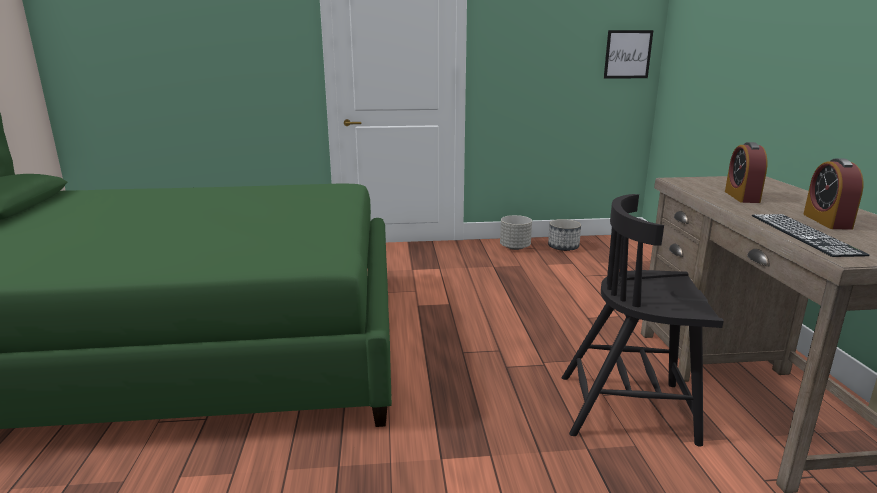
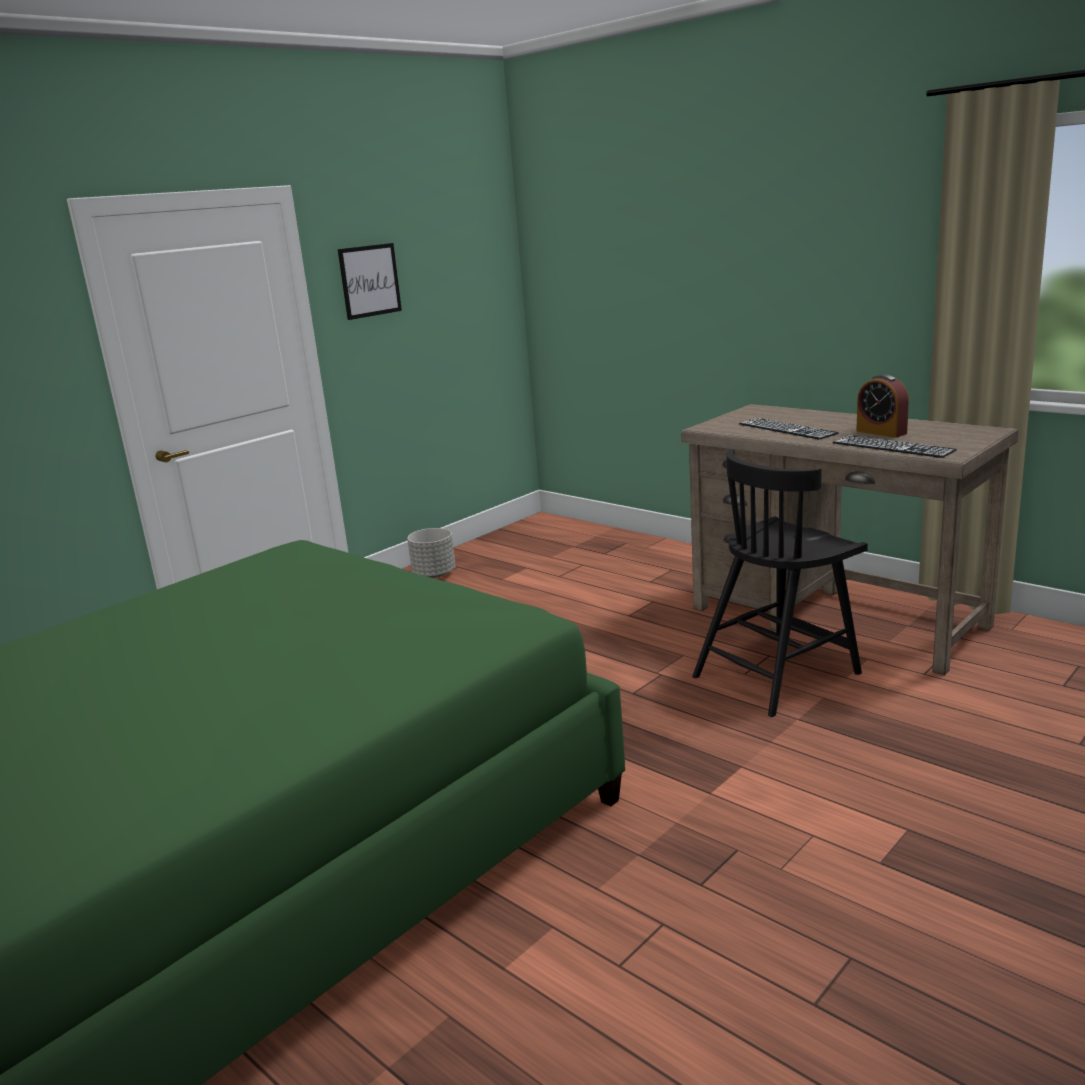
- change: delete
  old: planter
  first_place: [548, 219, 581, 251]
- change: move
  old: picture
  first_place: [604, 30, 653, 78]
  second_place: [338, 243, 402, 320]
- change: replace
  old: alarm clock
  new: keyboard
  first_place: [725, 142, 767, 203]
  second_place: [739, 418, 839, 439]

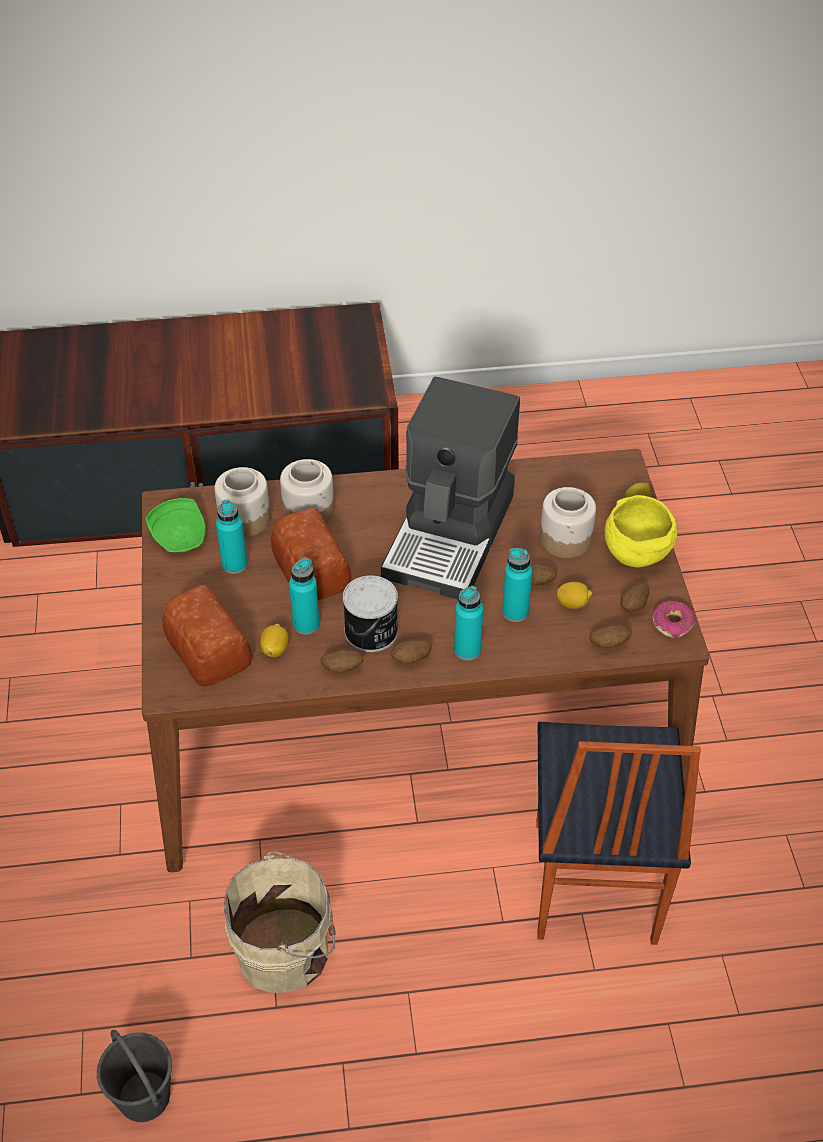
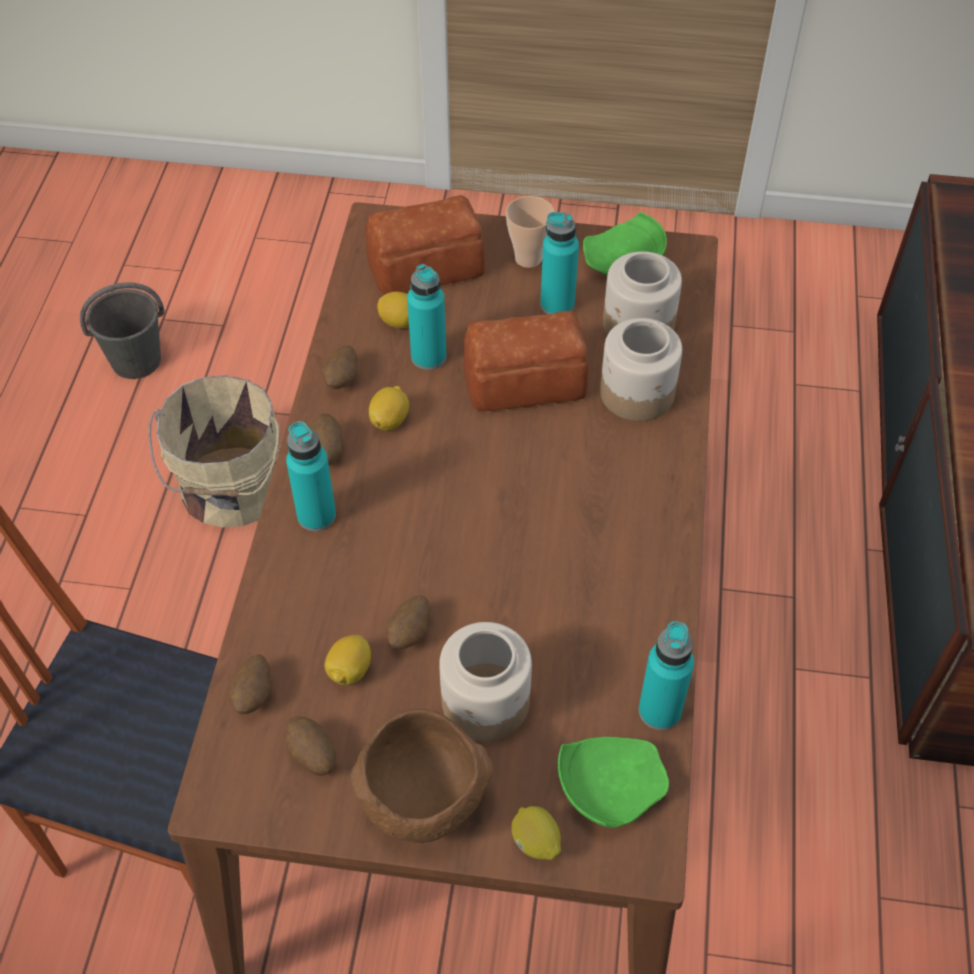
- change: delete
  old: coffee machine
  first_place: [381, 377, 520, 599]
- change: delete
  old: donut
  first_place: [653, 601, 696, 638]
- change: insert
  new: cup
  second_place: [506, 196, 554, 268]
- change: insert
  new: green plate
  second_place: [558, 737, 669, 828]
- change: move
  old: turquoise bottle
  first_place: [502, 548, 532, 622]
  second_place: [639, 621, 694, 730]
- change: replace
  old: can
  new: lemon
  first_place: [343, 575, 398, 652]
  second_place: [369, 386, 409, 431]
- change: recolor
  old: yellow bowl
  new: brown bowl
  first_place: [604, 495, 677, 568]
  second_place: [351, 708, 493, 843]

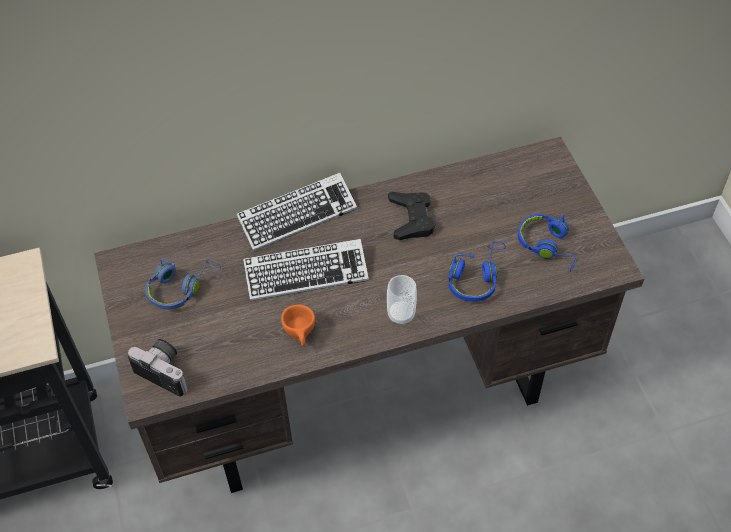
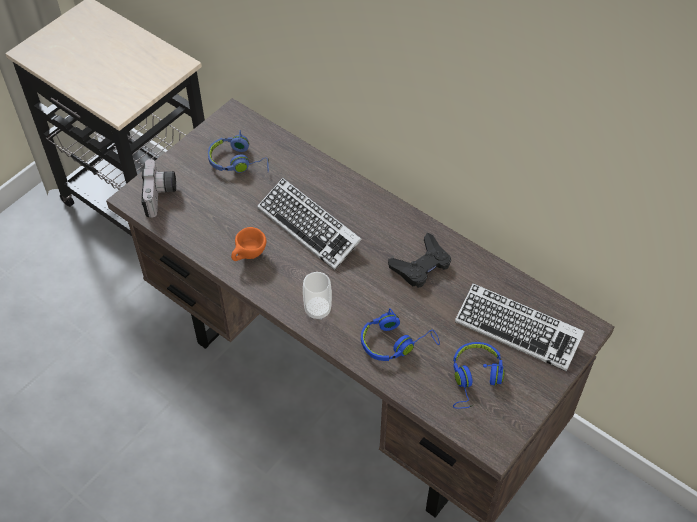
- change: move
  old: keyboard
  first_place: [236, 172, 357, 252]
  second_place: [455, 283, 585, 372]

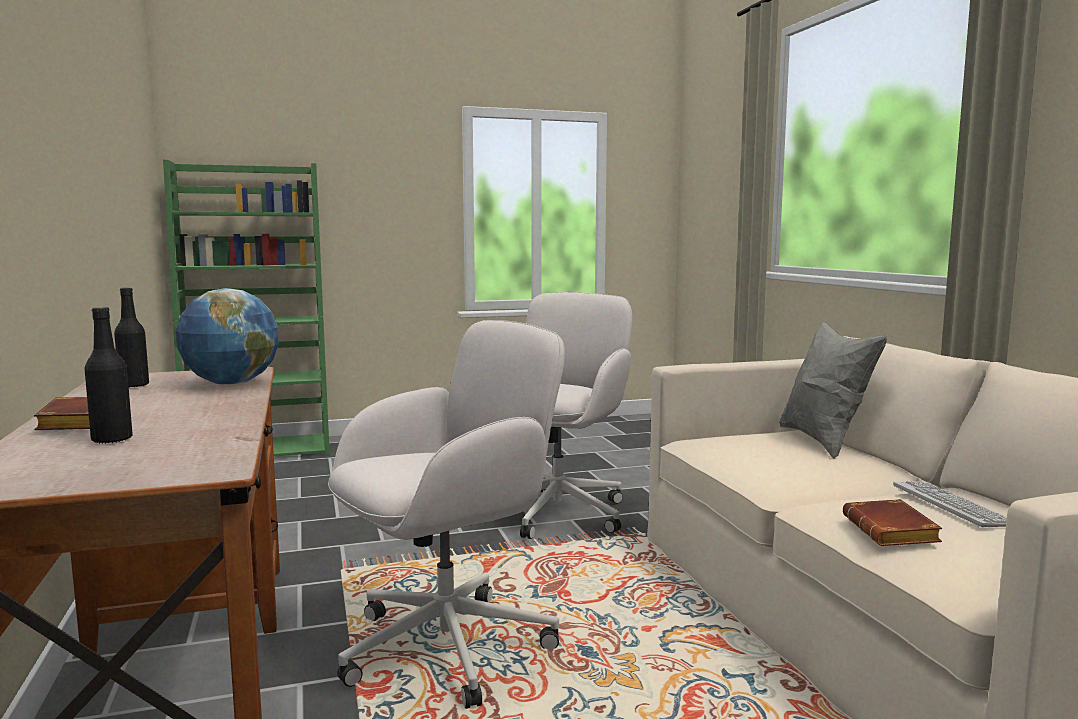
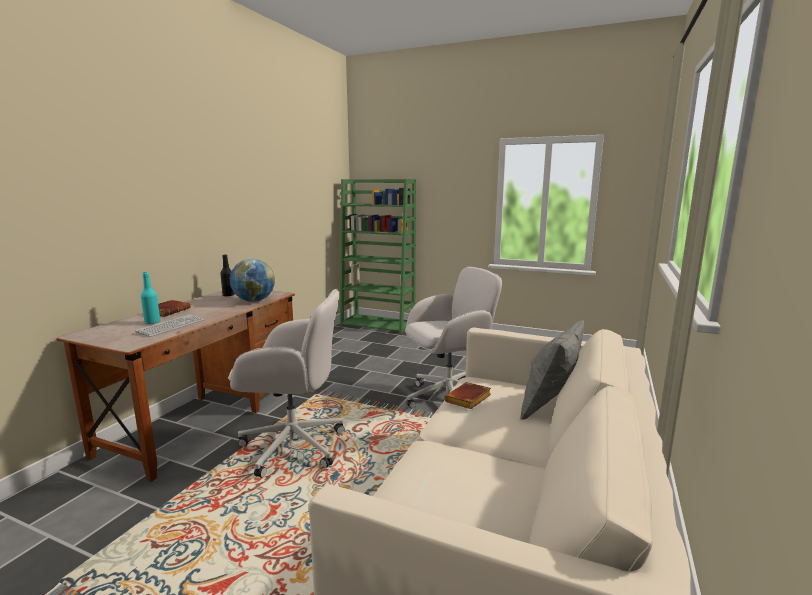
- change: move
  old: brown book
  first_place: [843, 499, 942, 546]
  second_place: [444, 382, 491, 409]
- change: move
  old: keyboard
  first_place: [893, 481, 1007, 528]
  second_place: [135, 315, 204, 337]
- change: recolor
  old: black bottle
  new: turquoise bottle
  first_place: [84, 307, 133, 444]
  second_place: [141, 272, 160, 324]

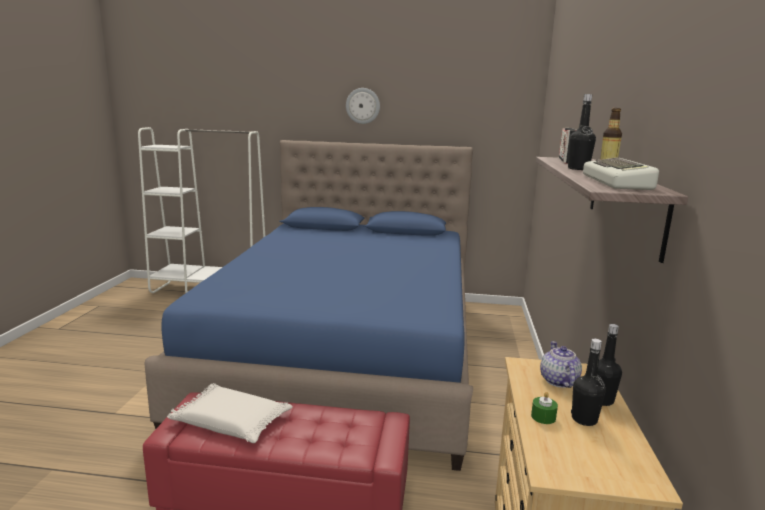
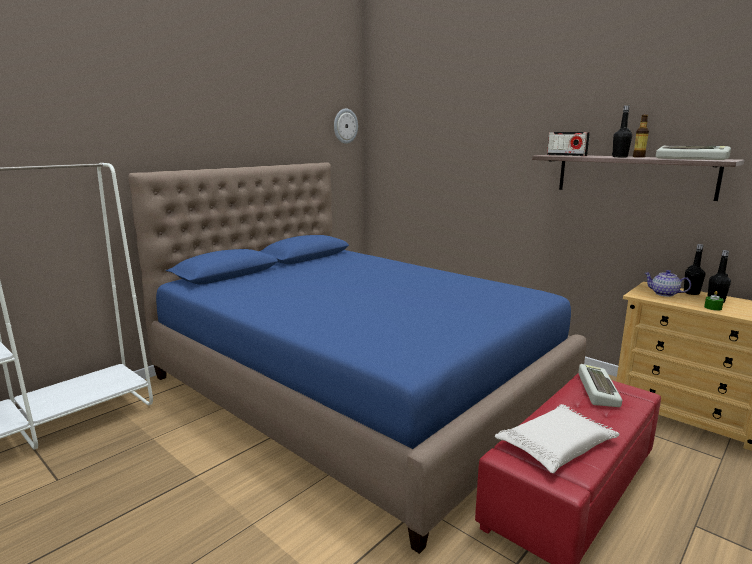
- change: insert
  new: keyboard
  second_place: [578, 364, 622, 407]
- change: move
  old: wall clock
  first_place: [346, 88, 380, 124]
  second_place: [334, 109, 358, 144]

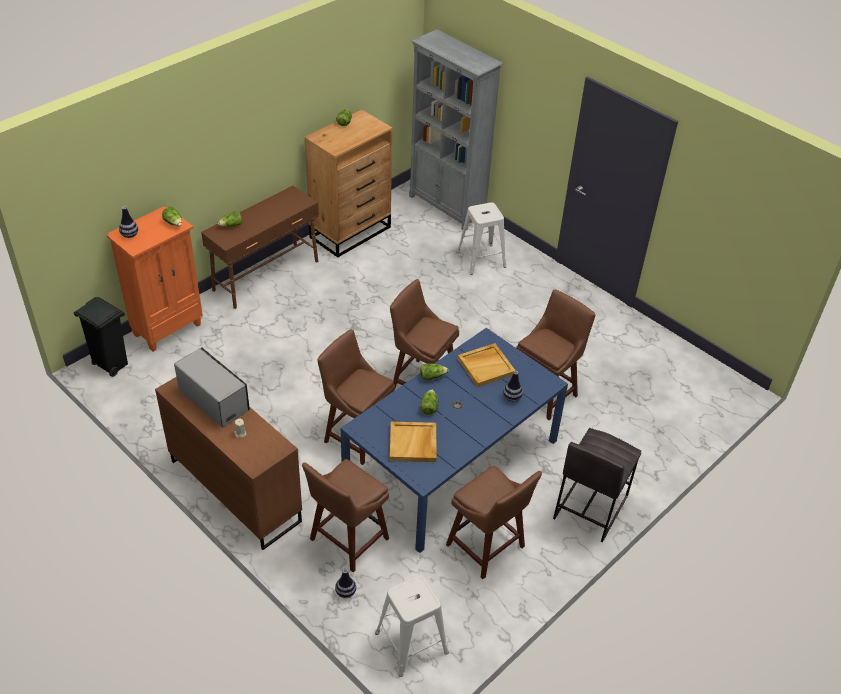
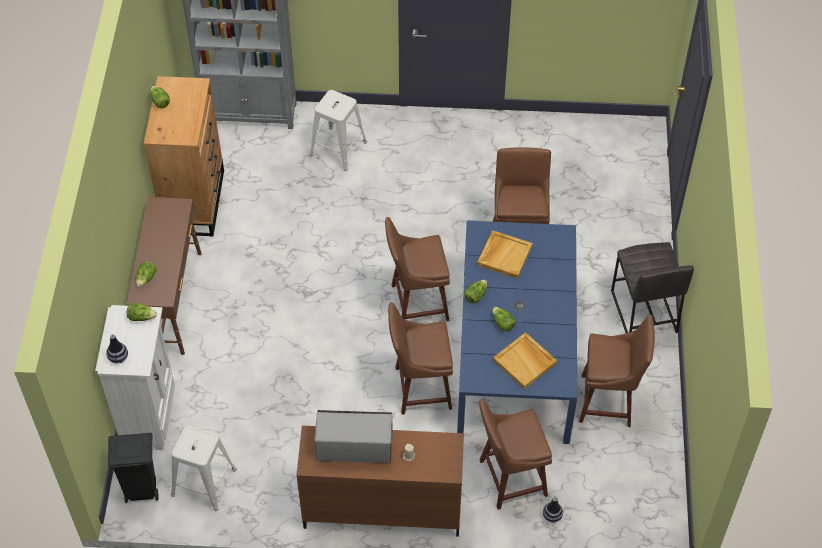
- change: delete
  old: vase
  first_place: [503, 371, 523, 402]
- change: move
  old: white stool
  first_place: [375, 575, 449, 677]
  second_place: [171, 425, 237, 511]
- change: recolor
  old: orange cabinet
  new: white cabinet
  first_place: [107, 206, 203, 352]
  second_place: [95, 305, 175, 450]
- change: rotate
  old: brown chair
  first_place: [302, 459, 389, 572]
  second_place: [479, 399, 552, 510]
  degrees: 75

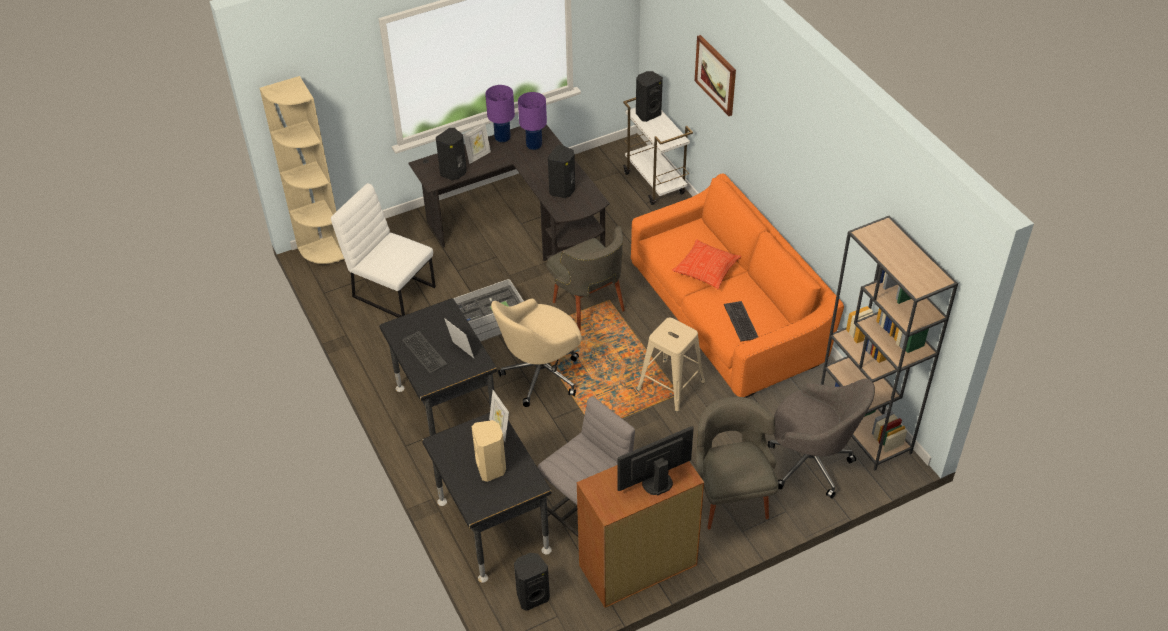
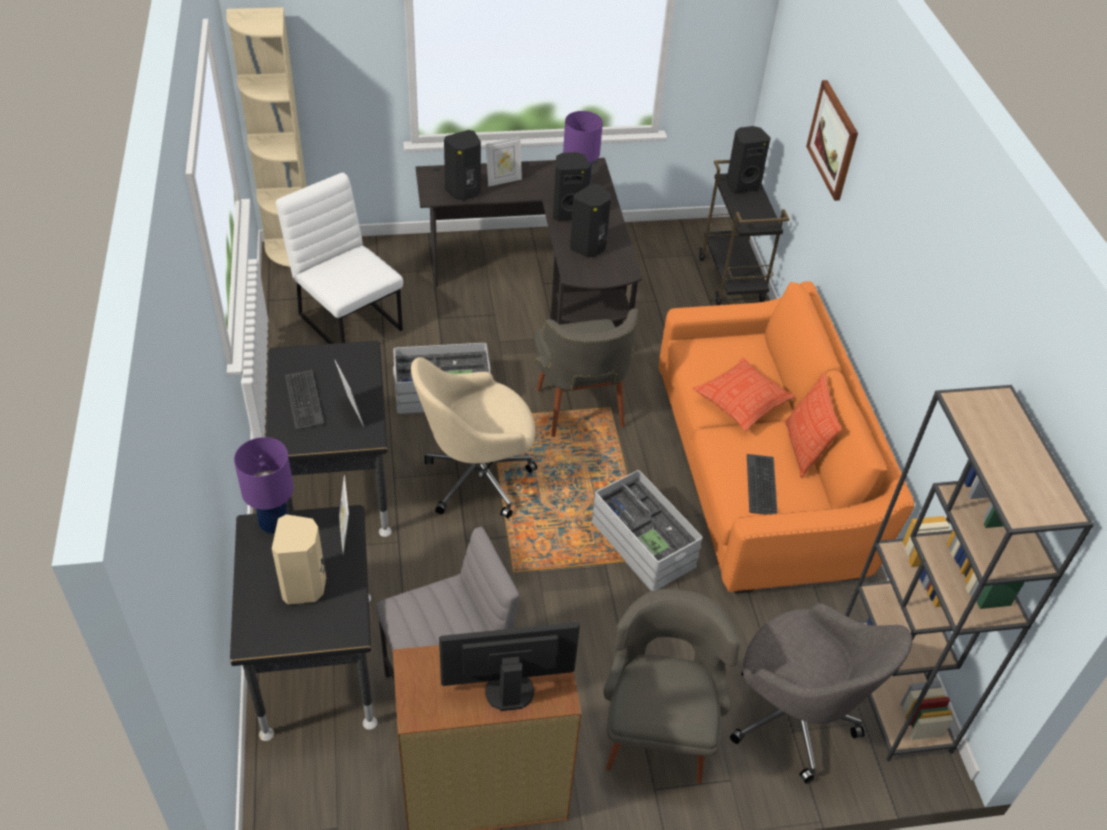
- change: insert
  new: orange pillow
  second_place: [785, 373, 842, 478]
- change: move
  old: purple table lamp
  first_place: [485, 85, 515, 143]
  second_place: [234, 437, 294, 534]
- change: move
  old: black speaker
  first_place: [514, 553, 550, 611]
  second_place: [553, 152, 590, 221]
- change: replace
  old: beige stool
  new: grey storage box
  first_place: [637, 317, 705, 412]
  second_place: [592, 470, 702, 591]
- change: recolor
  old: white cart
  new: black cart
  first_place: [623, 97, 693, 205]
  second_place: [698, 160, 789, 305]

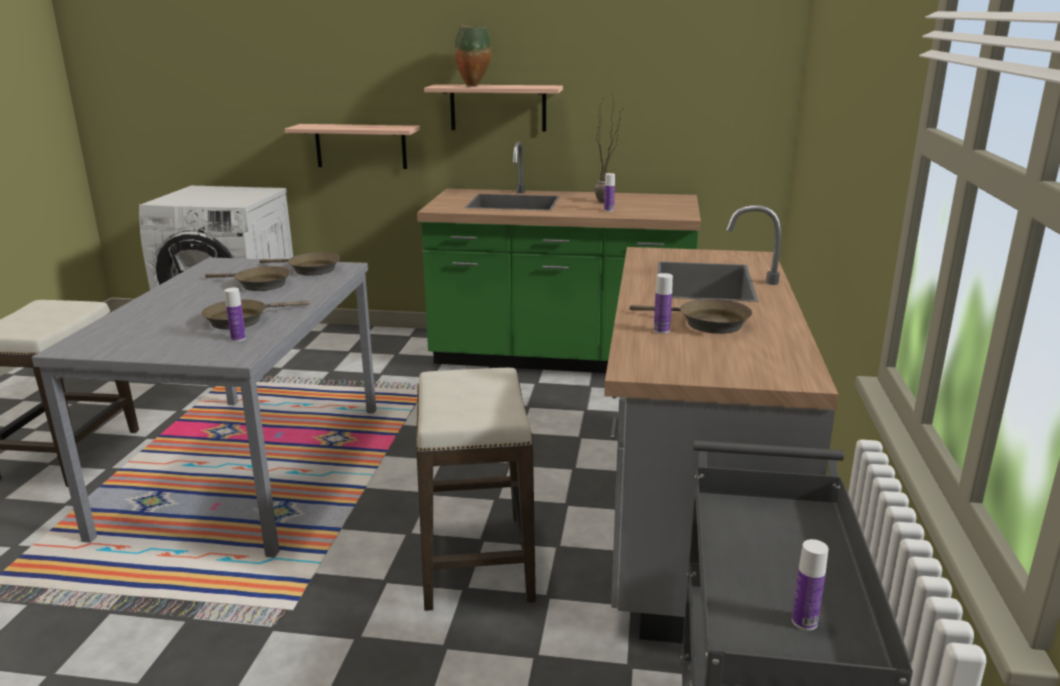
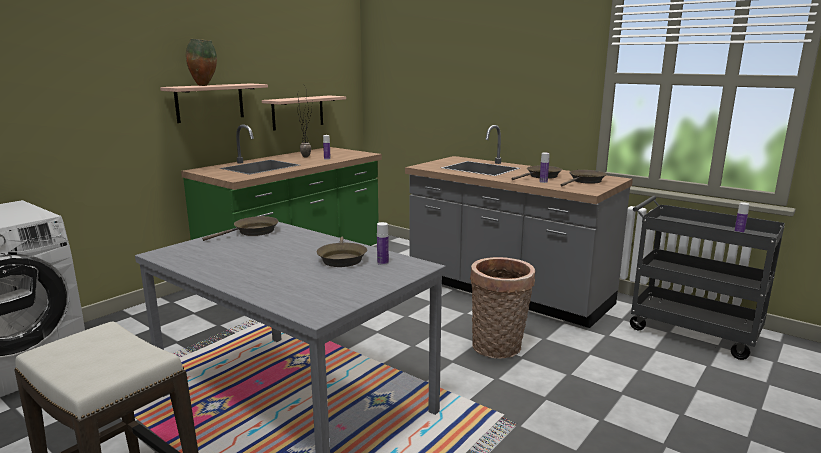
- change: move
  old: brown frying pan
  first_place: [205, 266, 291, 291]
  second_place: [561, 170, 607, 187]
- change: move
  old: shelf
  first_place: [284, 124, 420, 169]
  second_place: [262, 96, 346, 131]
- change: replace
  old: stool
  new: basket
  first_place: [416, 368, 536, 611]
  second_place: [470, 257, 535, 359]

